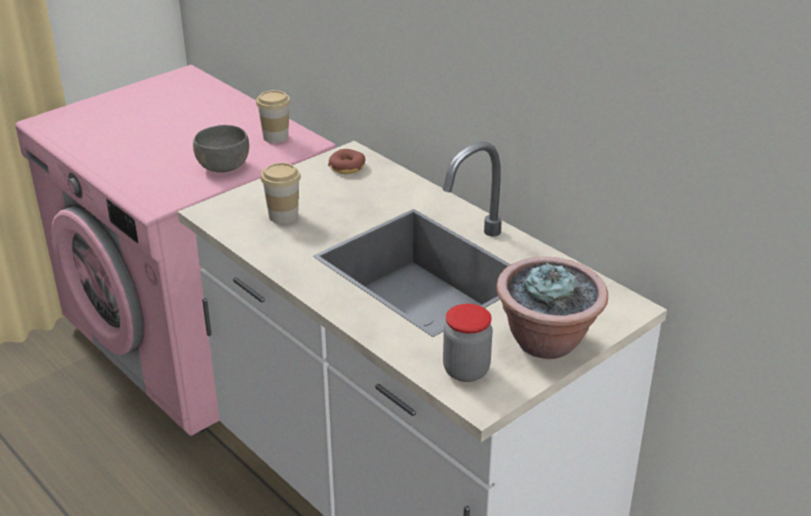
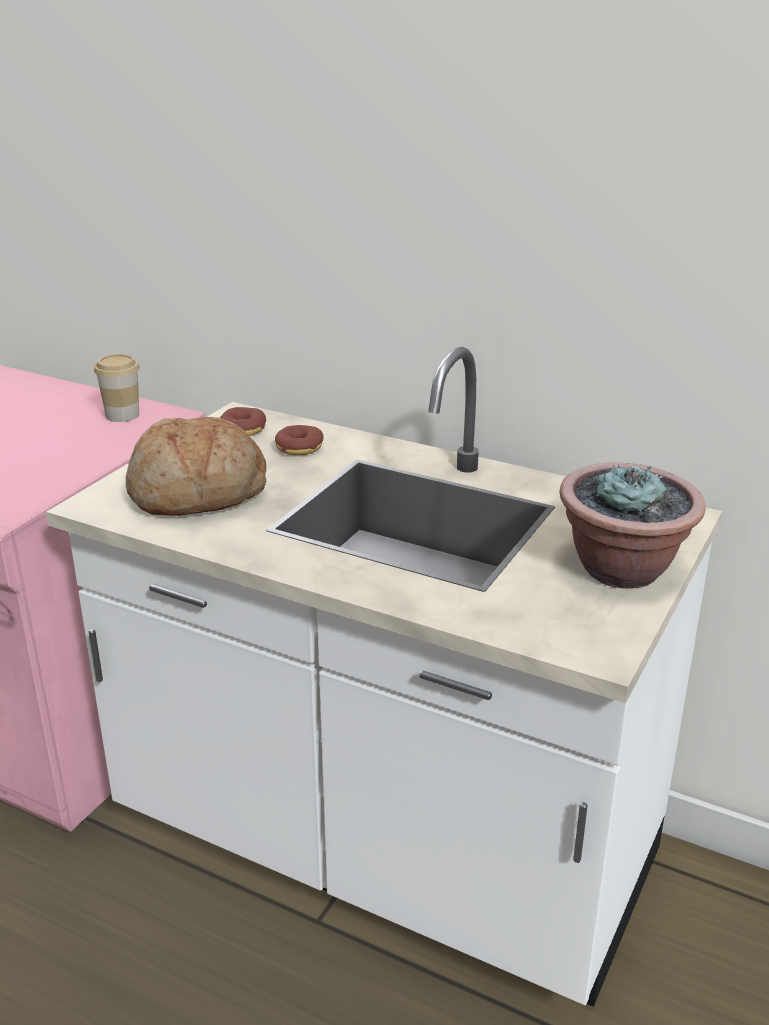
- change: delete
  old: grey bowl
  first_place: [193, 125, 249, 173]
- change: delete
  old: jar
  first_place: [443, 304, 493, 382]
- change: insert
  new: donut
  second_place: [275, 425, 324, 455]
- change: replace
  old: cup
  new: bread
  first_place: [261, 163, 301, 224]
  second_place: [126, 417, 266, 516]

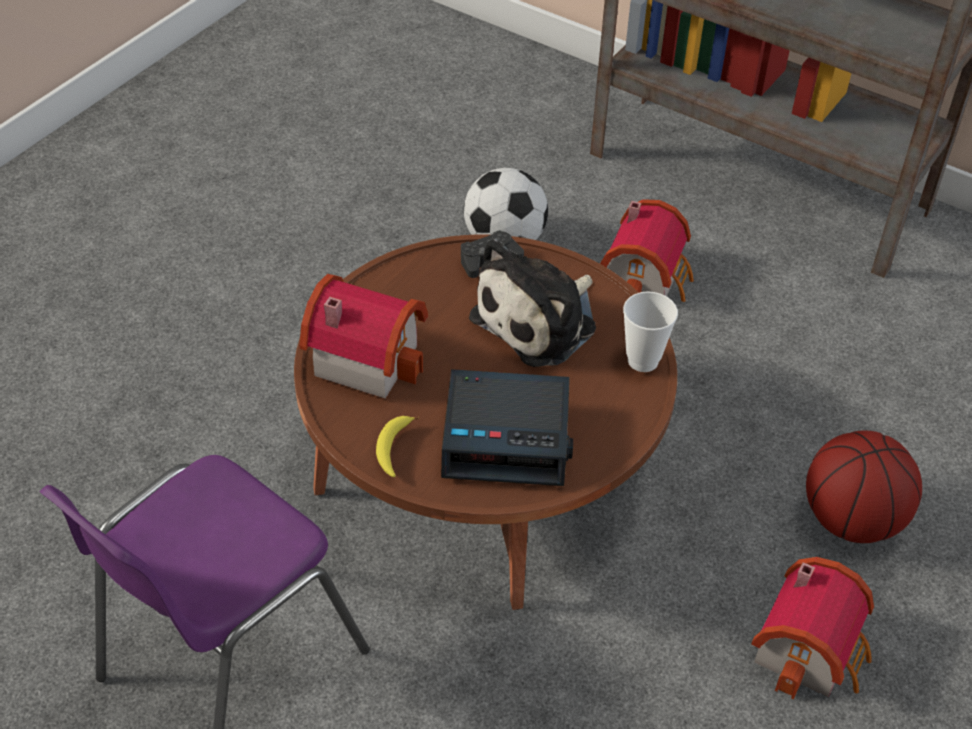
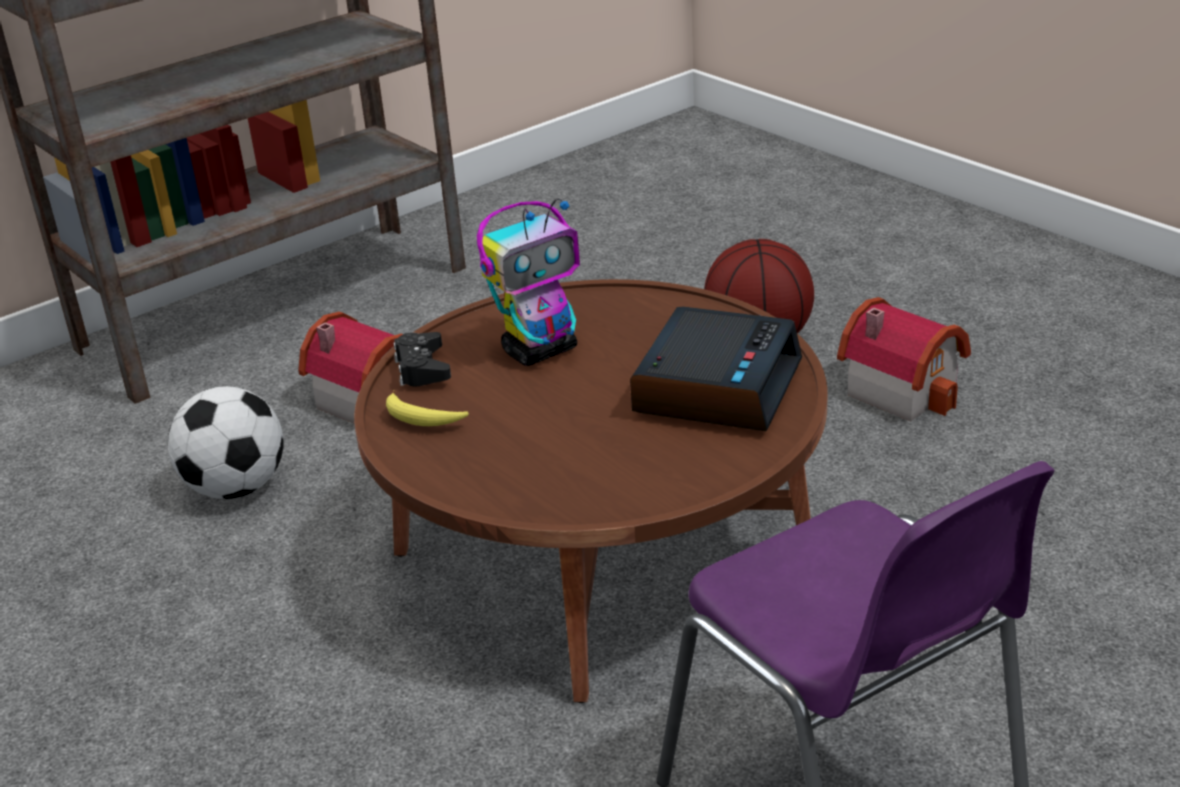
- change: delete
  old: toy house
  first_place: [299, 274, 428, 399]
- change: delete
  old: cup
  first_place: [623, 291, 678, 372]
- change: move
  old: banana
  first_place: [376, 416, 419, 477]
  second_place: [386, 390, 469, 426]
- change: replace
  old: plush toy
  new: toy robot
  first_place: [469, 239, 596, 367]
  second_place: [477, 199, 580, 366]

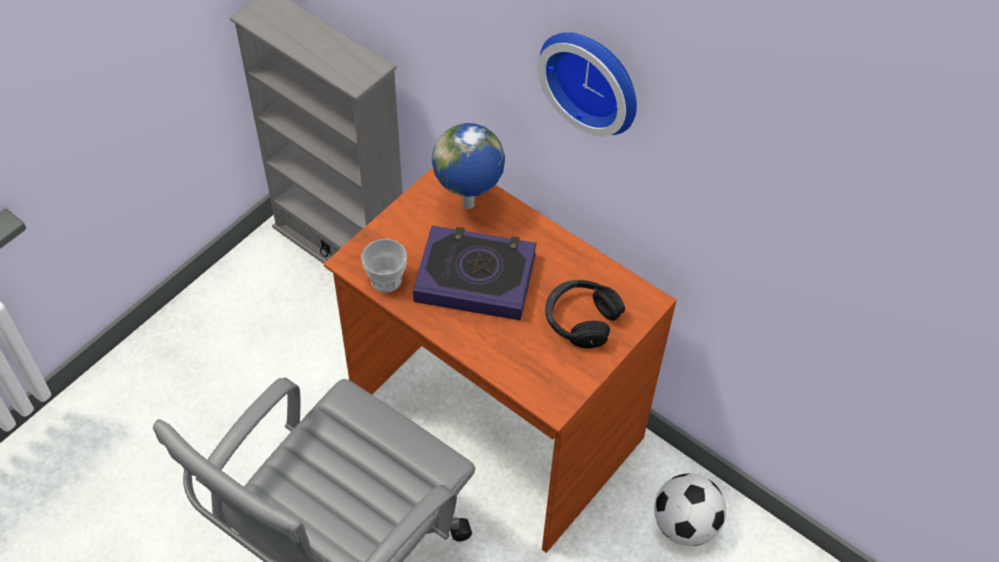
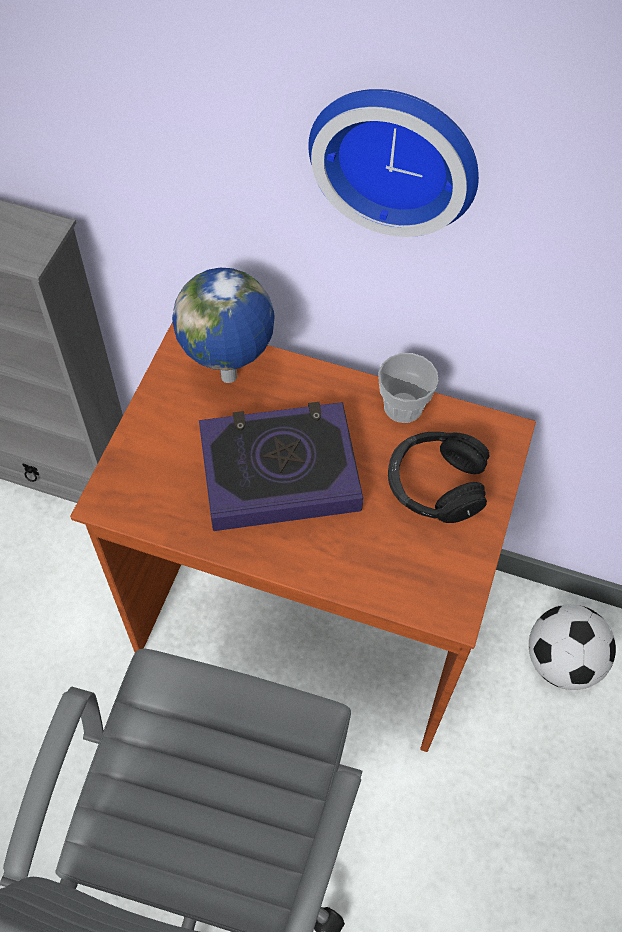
- change: move
  old: cup
  first_place: [362, 239, 407, 293]
  second_place: [378, 353, 439, 423]

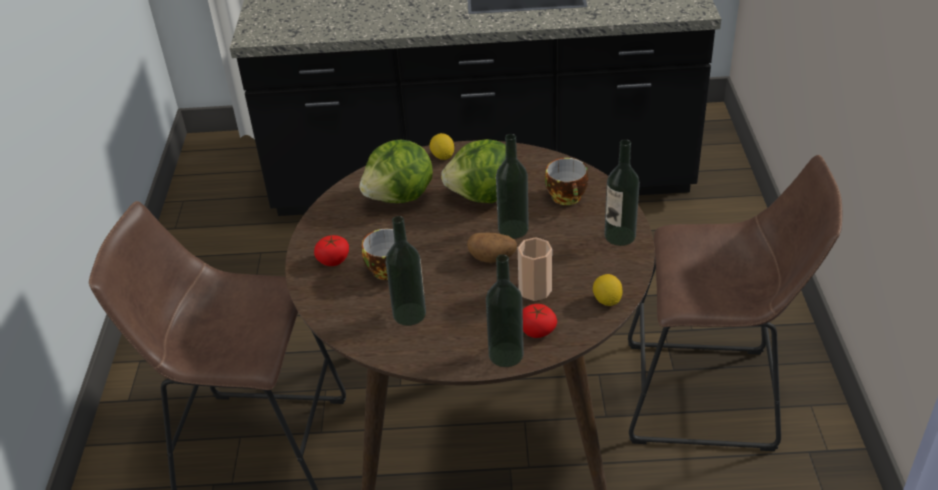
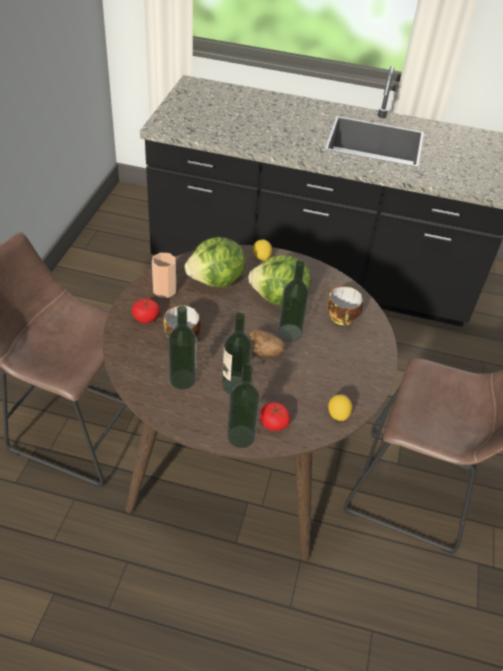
- change: move
  old: cup
  first_place: [518, 237, 552, 301]
  second_place: [152, 253, 176, 298]
- change: move
  old: bottle
  first_place: [604, 139, 640, 246]
  second_place: [222, 312, 252, 394]

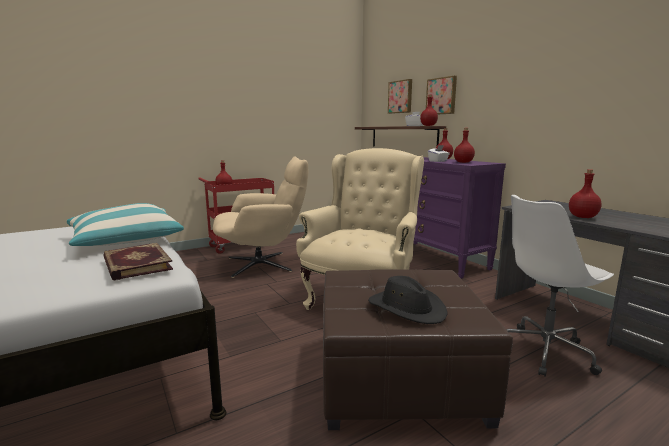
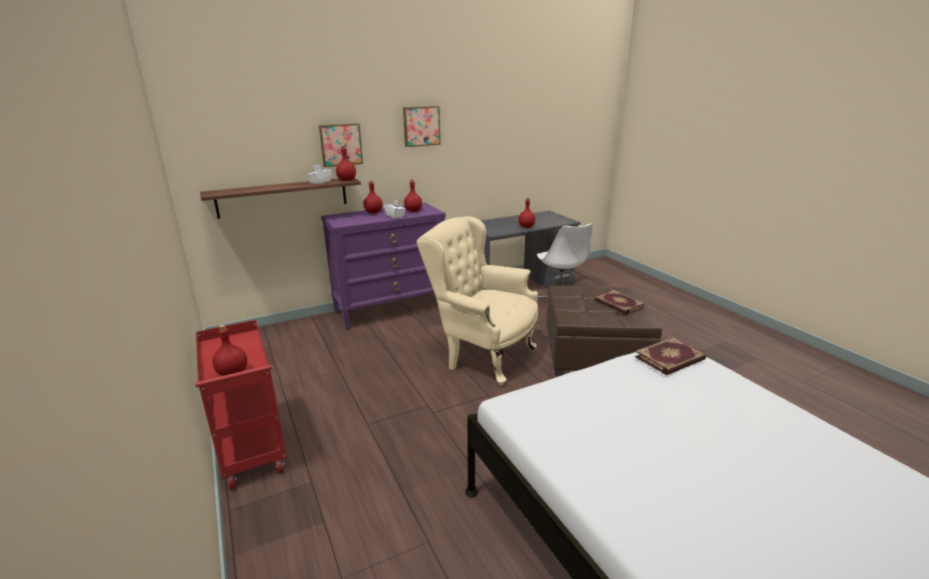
- change: delete
  old: pillow
  first_place: [66, 203, 184, 246]
- change: delete
  old: beige armchair
  first_place: [213, 156, 309, 278]
- change: move
  old: picture
  first_place: [388, 79, 412, 114]
  second_place: [403, 106, 440, 147]
- change: replace
  old: black hat
  new: book
  first_place: [368, 276, 448, 324]
  second_place: [595, 290, 646, 315]

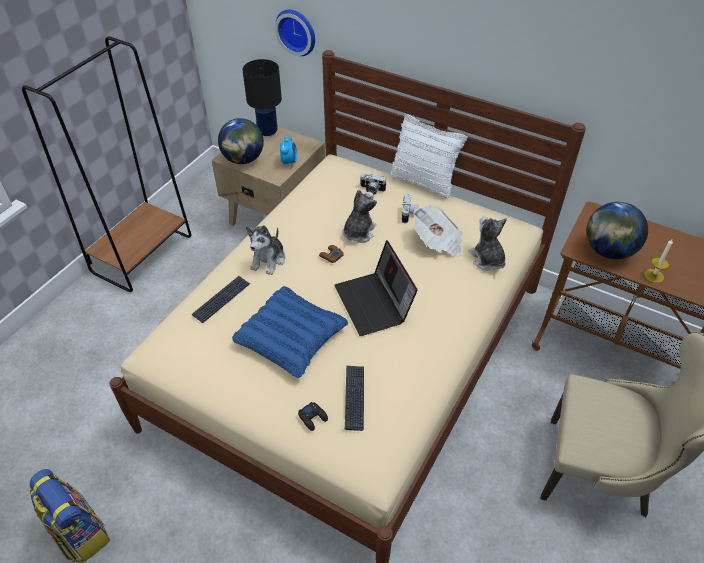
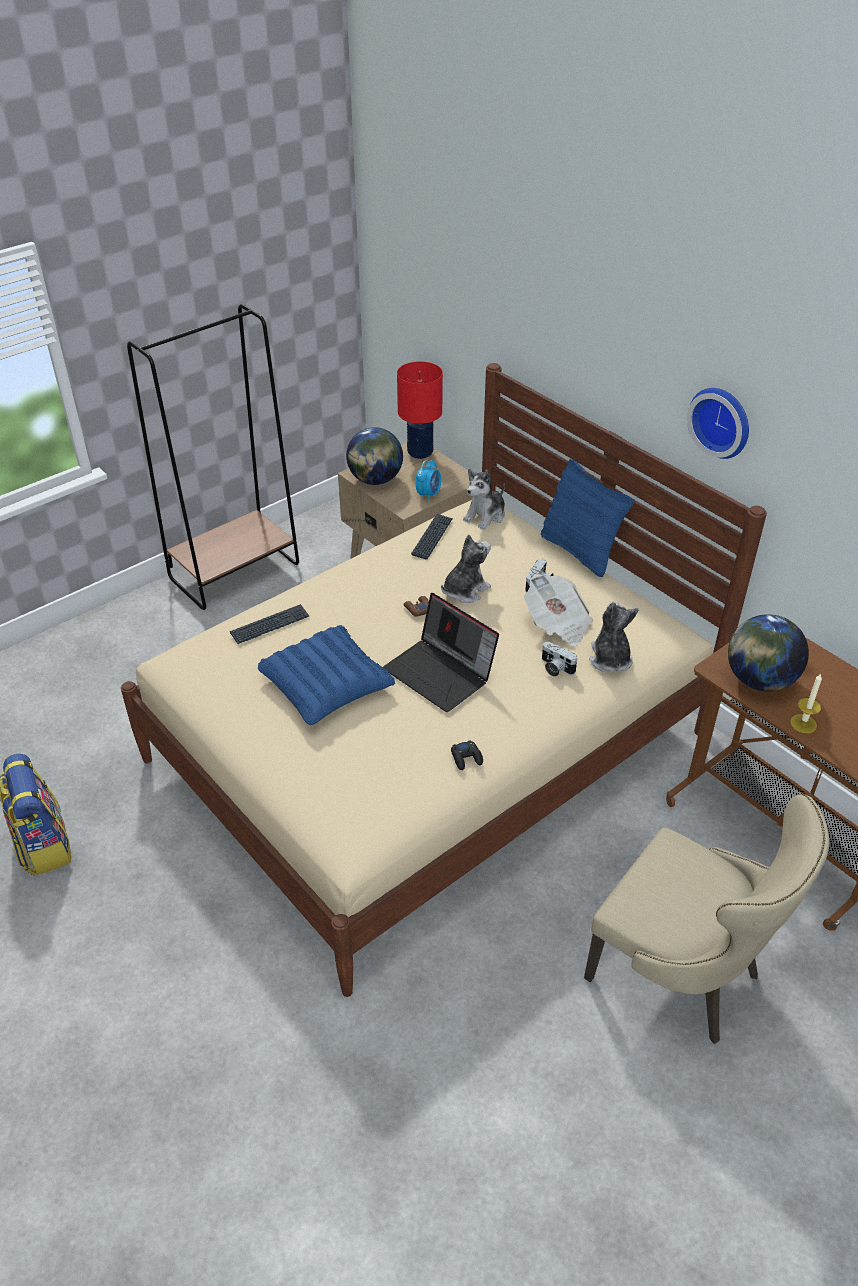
- change: move
  old: plush toy
  first_place: [246, 225, 285, 275]
  second_place: [463, 469, 505, 530]
- change: move
  old: wall clock
  first_place: [275, 10, 315, 56]
  second_place: [687, 388, 749, 459]
- change: move
  old: black game controller
  first_place: [298, 402, 328, 431]
  second_place: [451, 740, 483, 770]
- change: move
  old: keyboard
  first_place: [345, 366, 364, 431]
  second_place: [411, 514, 453, 560]
- change: move
  old: photo camera
  first_place: [360, 173, 387, 195]
  second_place: [542, 642, 577, 677]
- change: recolor
  old: black table lamp
  new: red table lamp
  first_place: [242, 59, 282, 136]
  second_place: [397, 361, 443, 459]
- change: recolor
  old: white pillow
  new: blue pillow
  first_place: [391, 114, 468, 198]
  second_place: [540, 459, 635, 577]
- change: rotate
  old: laptop
  first_place: [334, 240, 418, 336]
  second_place: [383, 593, 499, 712]
  degrees: -45

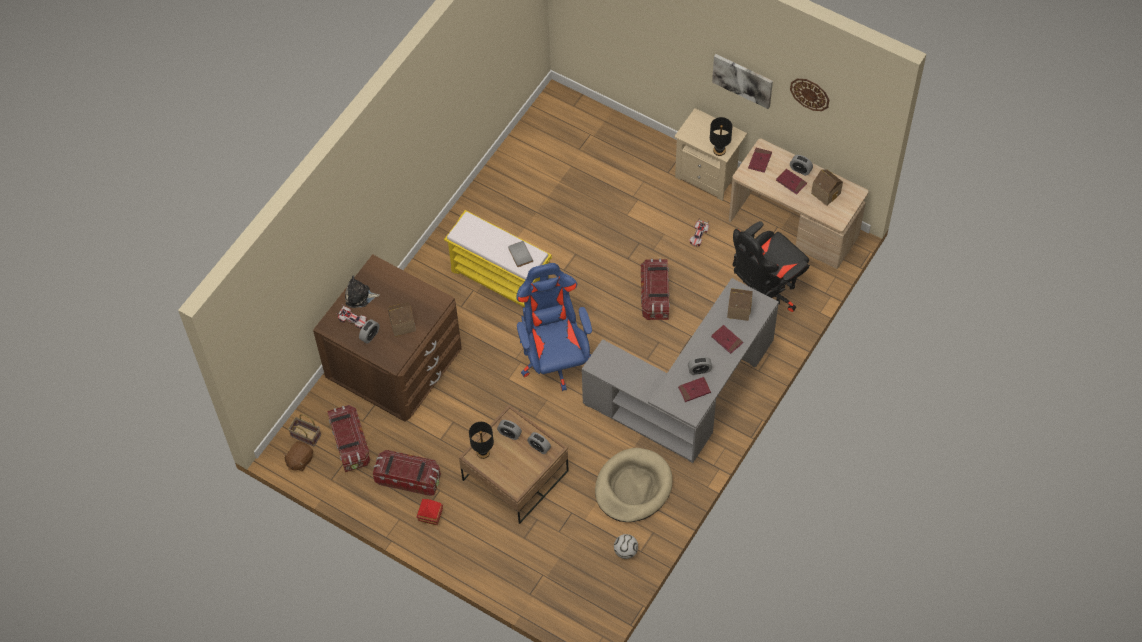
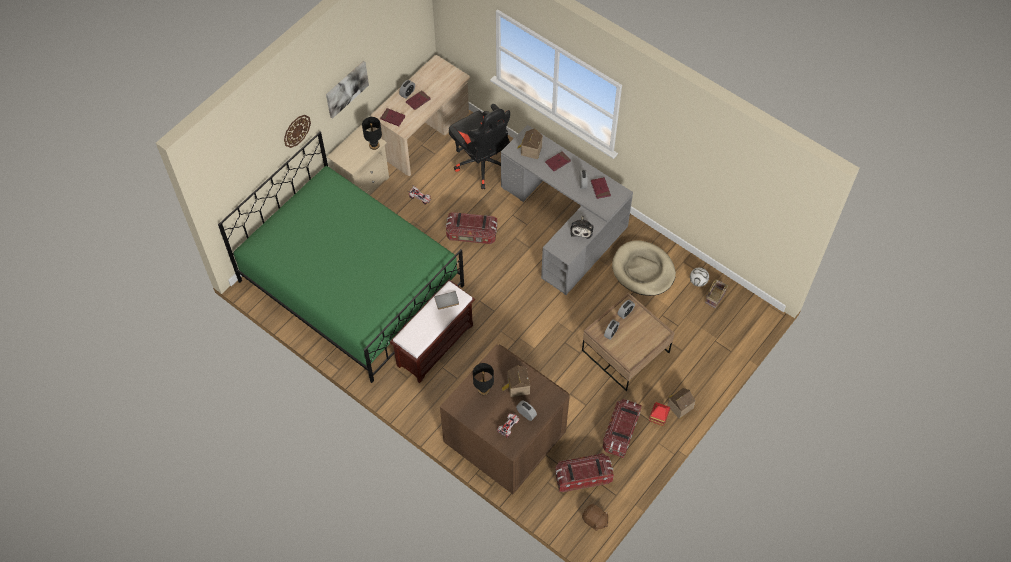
- change: delete
  old: blue office chair
  first_place: [516, 263, 592, 391]
- change: insert
  new: green bed
  second_place: [218, 132, 464, 383]
- change: move
  old: basket
  first_place: [288, 414, 321, 446]
  second_place: [705, 279, 728, 308]
- change: move
  old: plush toy
  first_place: [345, 276, 380, 308]
  second_place: [571, 216, 594, 239]
- change: move
  old: black table lamp
  first_place: [469, 422, 494, 459]
  second_place: [473, 363, 494, 395]
- change: move
  old: wall clock
  first_place: [790, 79, 829, 111]
  second_place: [284, 115, 311, 148]
- change: move
  old: toy house
  first_place: [811, 169, 843, 206]
  second_place: [667, 388, 695, 419]
- change: recolor
  old: yellow bench
  new: brown bench
  first_place: [444, 210, 552, 307]
  second_place: [390, 280, 475, 383]

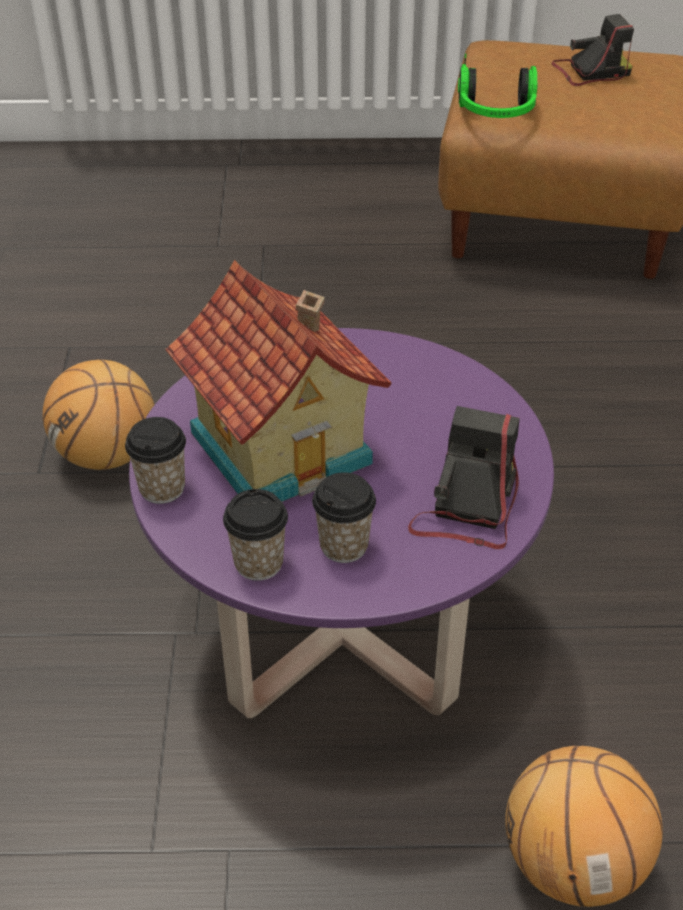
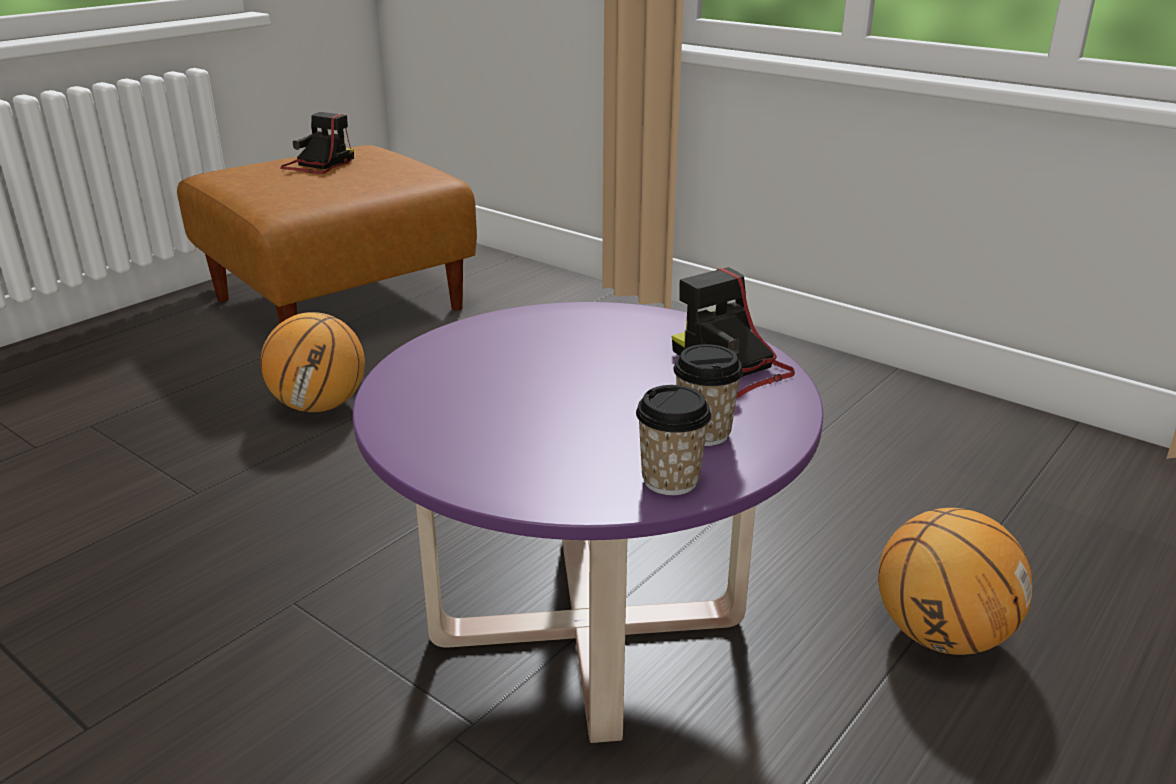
- change: delete
  old: cup
  first_place: [125, 417, 186, 504]
- change: delete
  old: toy house
  first_place: [165, 260, 392, 502]
- change: delete
  old: headphones
  first_place: [458, 53, 537, 118]
- change: move
  old: basketball
  first_place: [43, 359, 154, 470]
  second_place: [261, 312, 365, 412]

